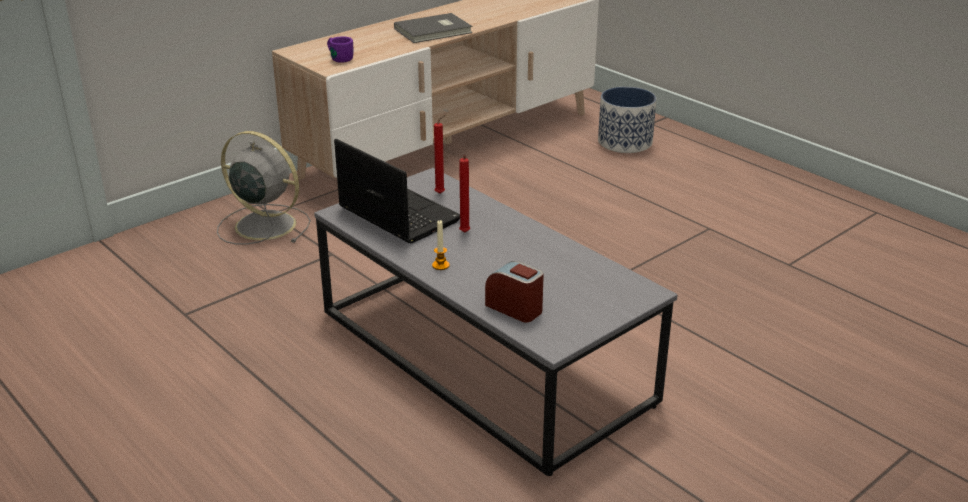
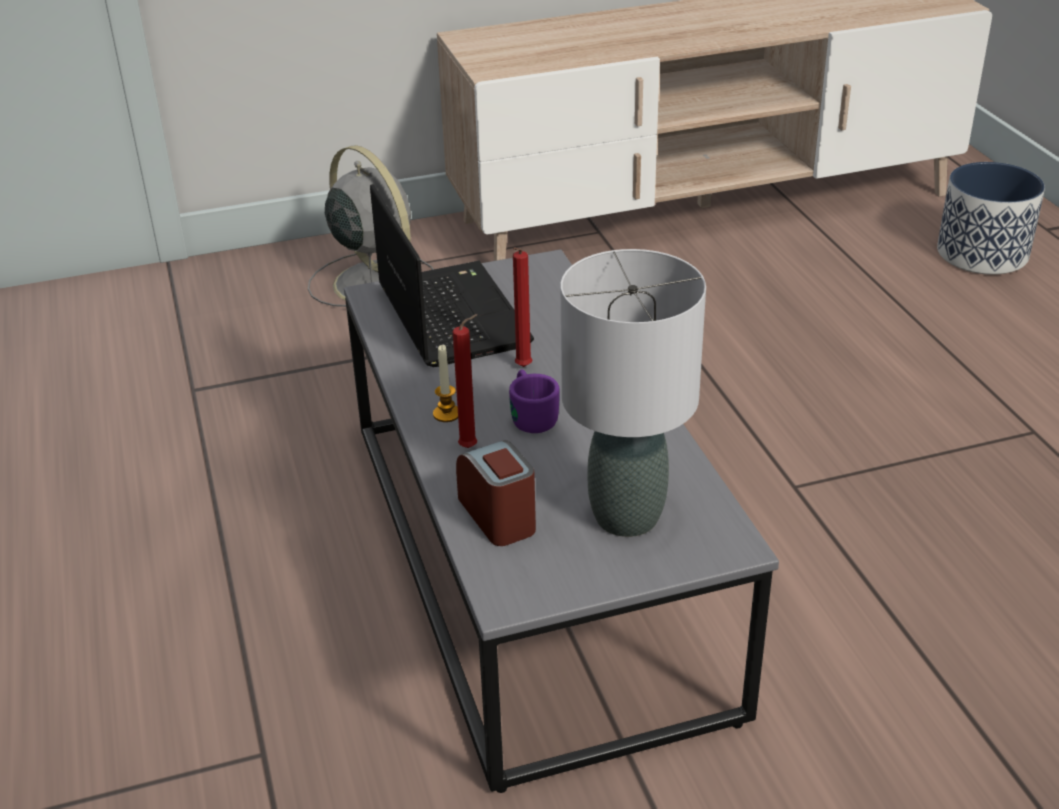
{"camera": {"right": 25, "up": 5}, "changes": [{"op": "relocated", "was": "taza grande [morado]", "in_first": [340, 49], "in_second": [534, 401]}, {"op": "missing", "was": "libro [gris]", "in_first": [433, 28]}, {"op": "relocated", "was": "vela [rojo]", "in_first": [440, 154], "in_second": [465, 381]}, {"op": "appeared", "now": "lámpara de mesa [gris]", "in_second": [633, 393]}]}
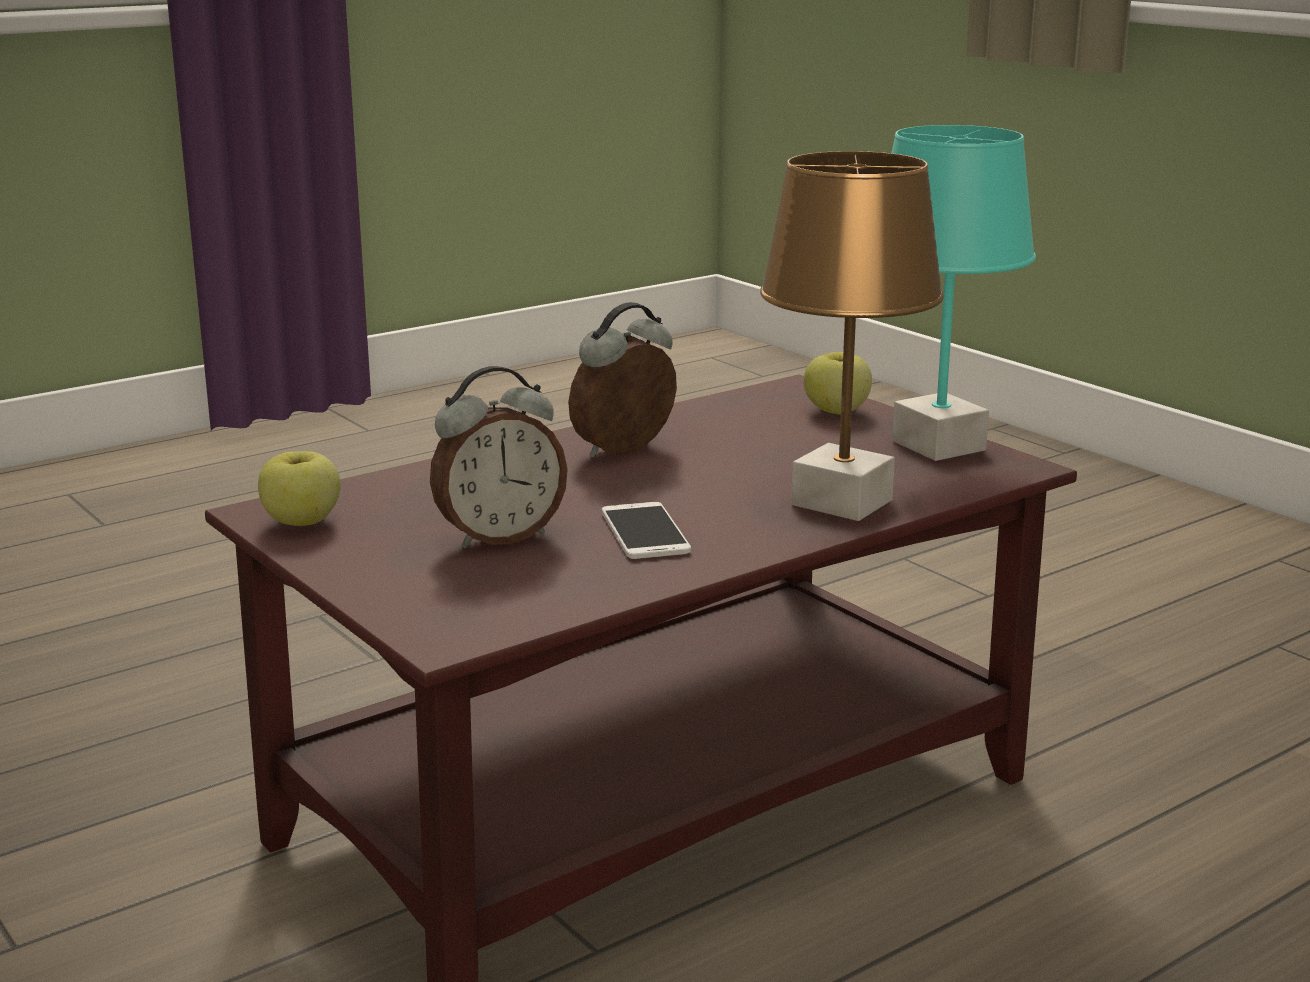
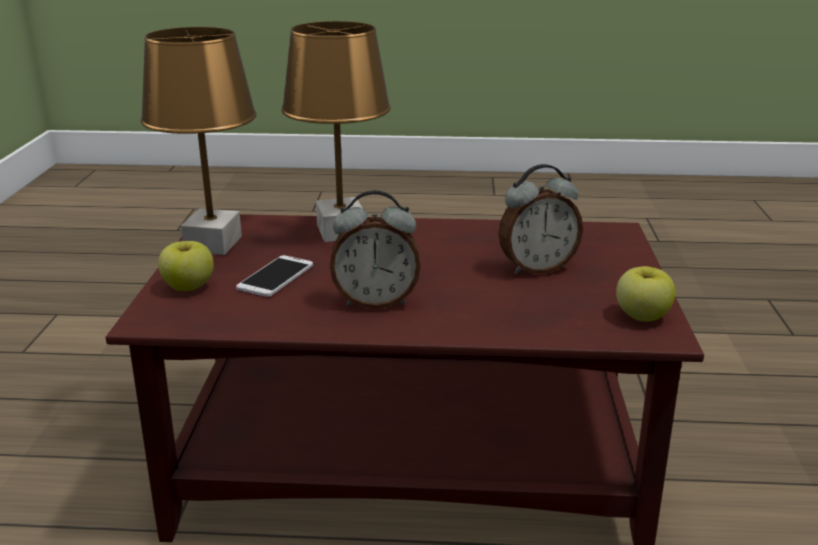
{"camera": {"right": -140, "up": 5}, "changes": [{"op": "spun", "was": "despertador", "in_first": [499, 457], "in_second": [540, 219], "clockwise": 150}, {"op": "relocated", "was": "móvil", "in_first": [646, 530], "in_second": [274, 276]}, {"op": "colour", "was": "lámpara de mesa [turquesa]", "now": "lámpara de mesa [marrón]", "in_first": [963, 293], "in_second": [198, 141]}]}
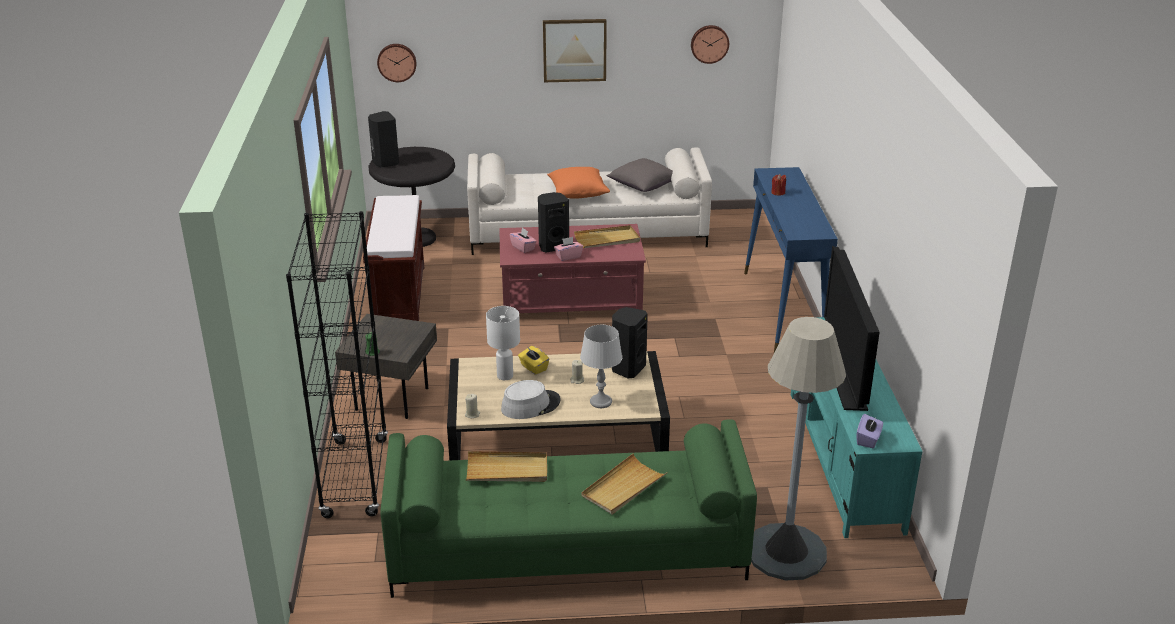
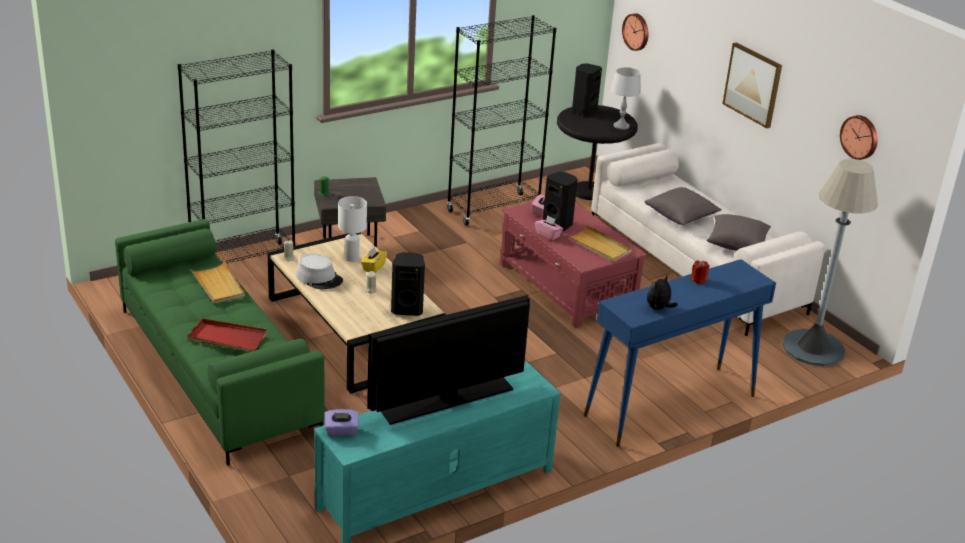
{"camera": {"right": 60, "up": 0}, "changes": [{"op": "exchanged", "was": "banco [marrón]", "now": "estantería [negro]", "in_first": [393, 258], "in_second": [501, 120]}, {"op": "colour", "was": "cojín [naranja]", "now": "cojín [gris]", "in_first": [578, 183], "in_second": [683, 206]}, {"op": "relocated", "was": "lámpara de mesa [gris]", "in_first": [601, 366], "in_second": [626, 98]}, {"op": "colour", "was": "bandeja [beis]", "now": "bandeja [rojo]", "in_first": [624, 484], "in_second": [227, 334]}, {"op": "relocated", "was": "lámpara de pie [gris]", "in_first": [798, 448], "in_second": [830, 263]}, {"op": "appeared", "now": "peluche", "in_second": [662, 292]}]}
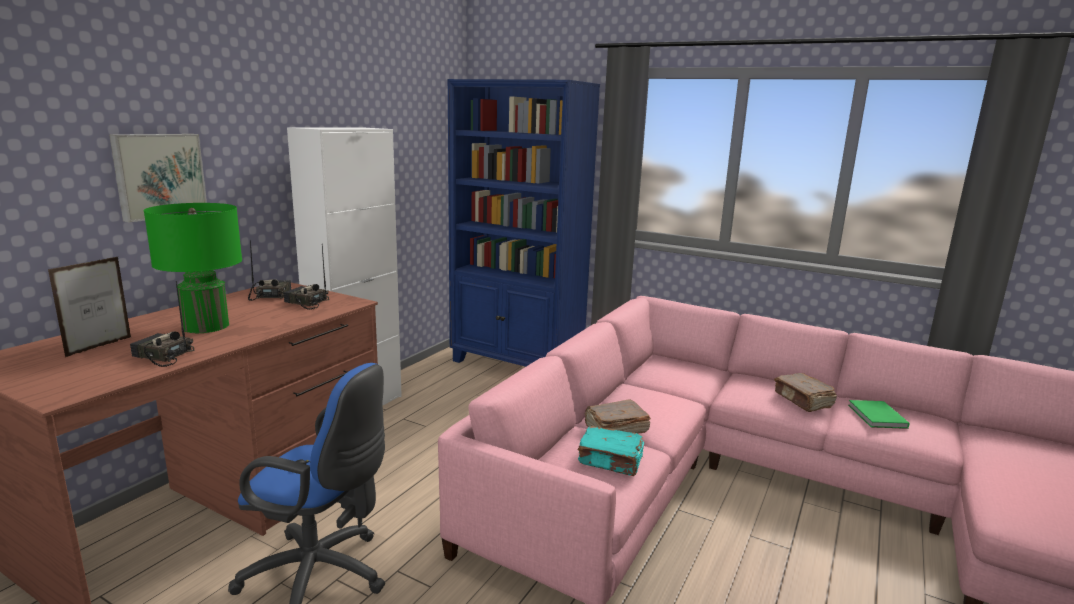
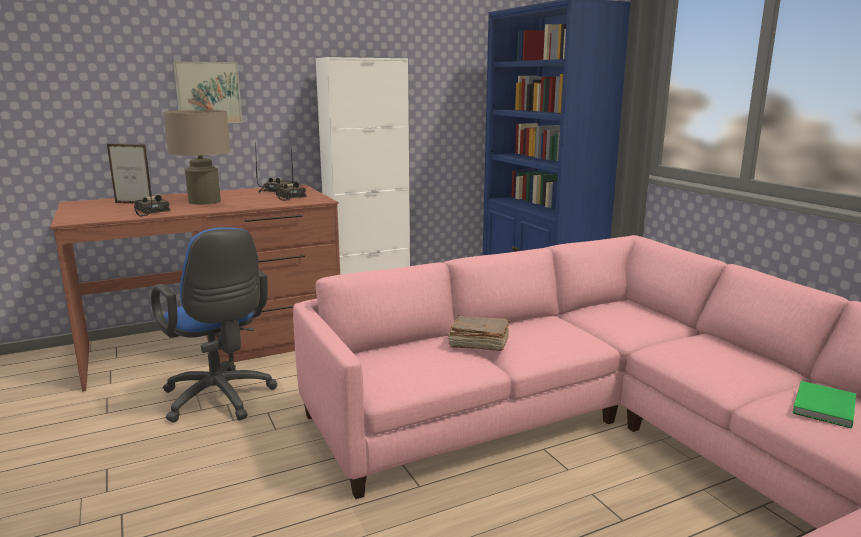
{"camera": {"right": 35, "up": 0}, "changes": [{"op": "spun", "was": "portarretratos", "in_first": [89, 307], "in_second": [129, 174], "clockwise": -135}, {"op": "colour", "was": "lámpara de mesa [verde]", "now": "lámpara de mesa [beis]", "in_first": [193, 268], "in_second": [196, 157]}, {"op": "missing", "was": "libro [turquesa]", "in_first": [611, 451]}, {"op": "missing", "was": "libro [marrón]", "in_first": [805, 392]}]}
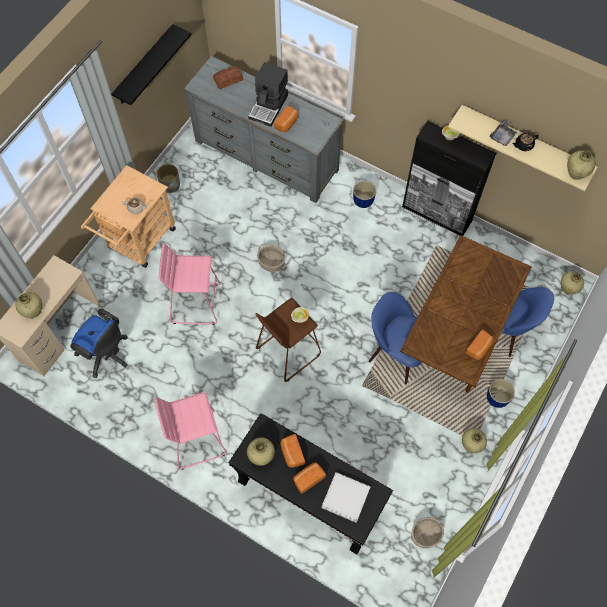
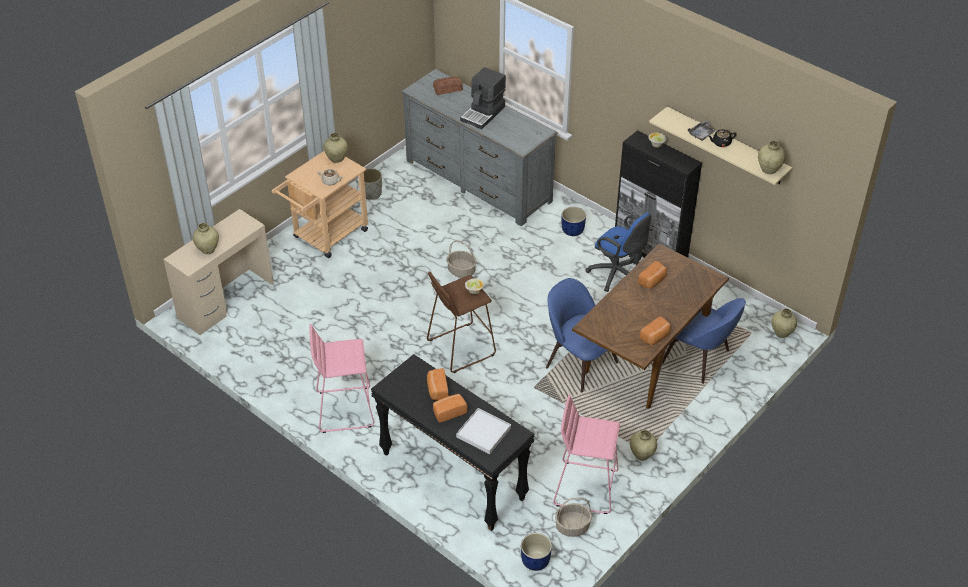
{"camera": {"right": 10, "up": -20}, "changes": [{"op": "relocated", "was": "silla de oficina [azul]", "in_first": [99, 343], "in_second": [619, 252]}, {"op": "missing", "was": "estante [negro]", "in_first": [151, 64]}, {"op": "relocated", "was": "taburete [rosa]", "in_first": [190, 284], "in_second": [586, 454]}, {"op": "relocated", "was": "florero [beis]", "in_first": [261, 451], "in_second": [336, 148]}, {"op": "relocated", "was": "pan", "in_first": [286, 119], "in_second": [652, 275]}, {"op": "relocated", "was": "maceta [azul]", "in_first": [501, 393], "in_second": [536, 552]}]}
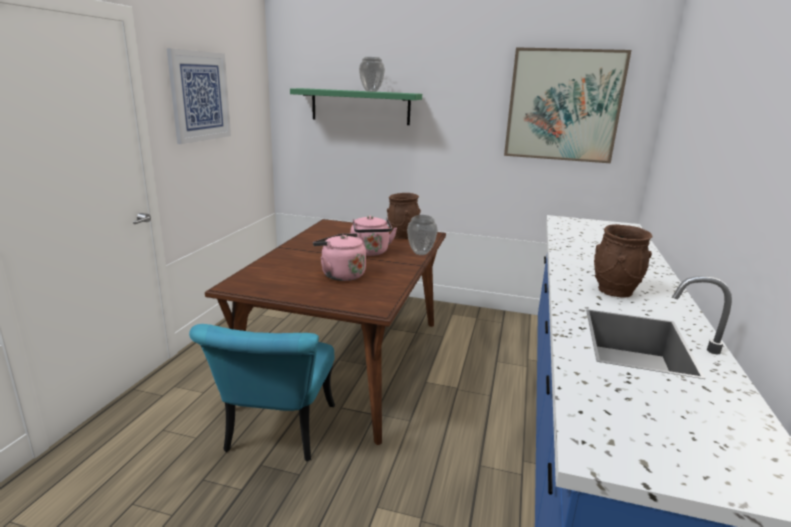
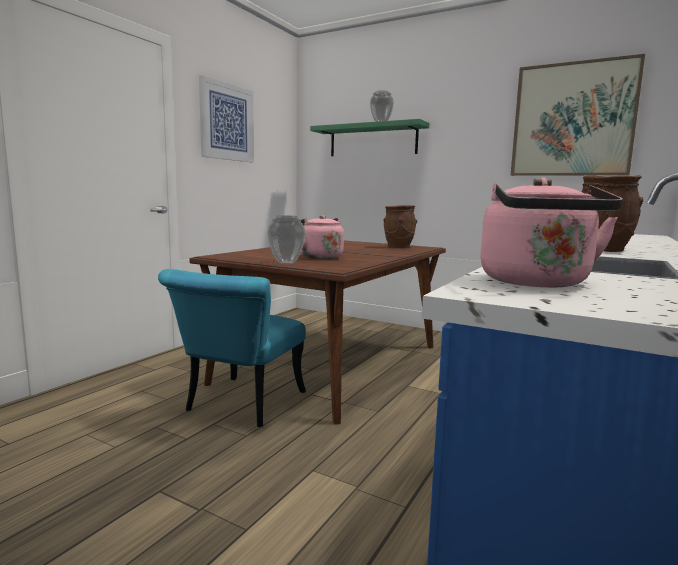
{"camera": {"right": 15, "up": -10}, "changes": [{"op": "relocated", "was": "hervidor [rosa]", "in_first": [374, 236], "in_second": [551, 232]}, {"op": "relocated", "was": "florero", "in_first": [422, 235], "in_second": [287, 239]}]}
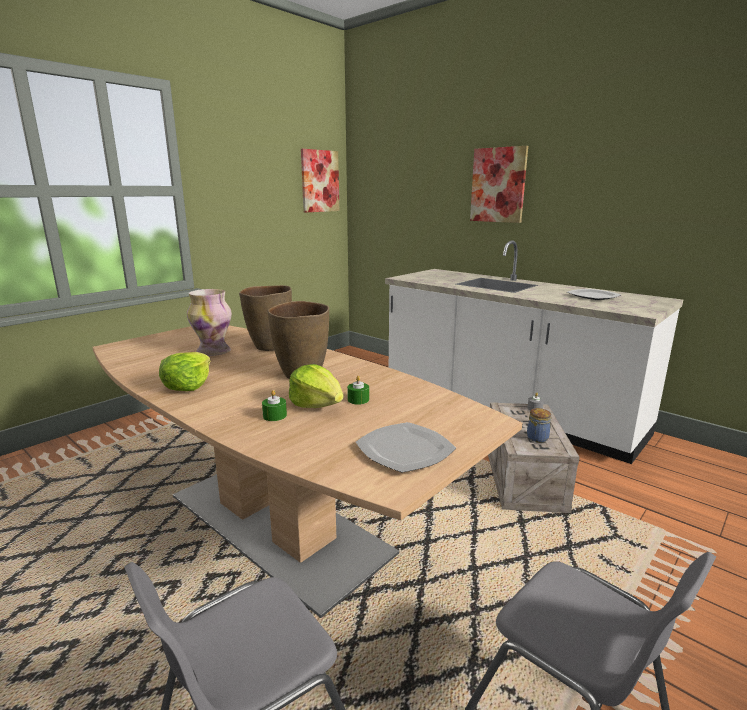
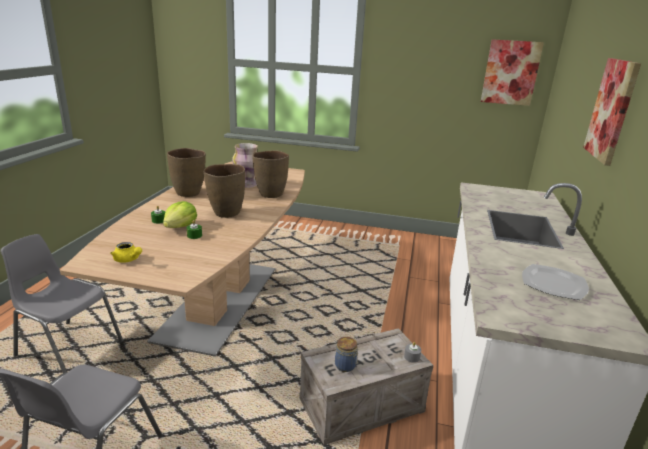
{"camera": {"right": 60, "up": 5}, "changes": [{"op": "exchanged", "was": "lechuga", "now": "florero [marrón]", "in_first": [184, 371], "in_second": [186, 172]}, {"op": "exchanged", "was": "plato", "now": "tetera [amarillo]", "in_first": [406, 447], "in_second": [126, 252]}]}
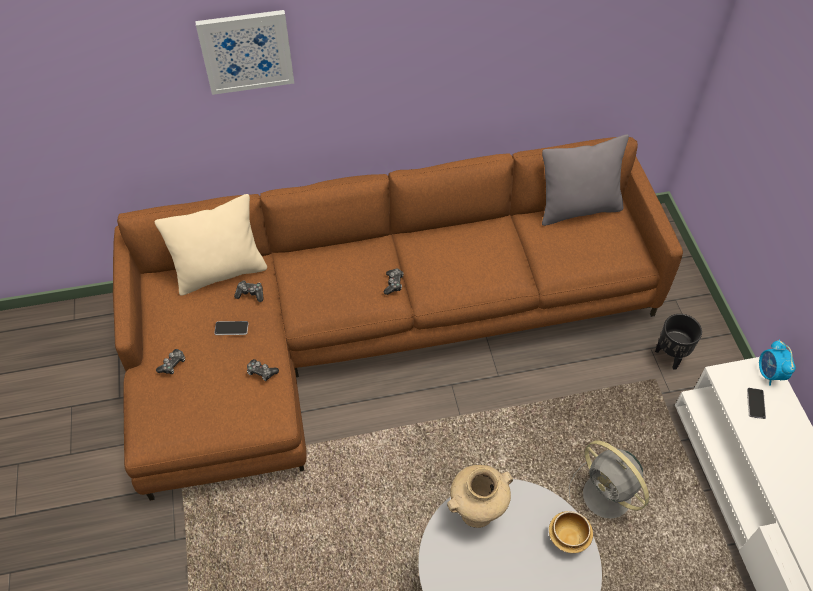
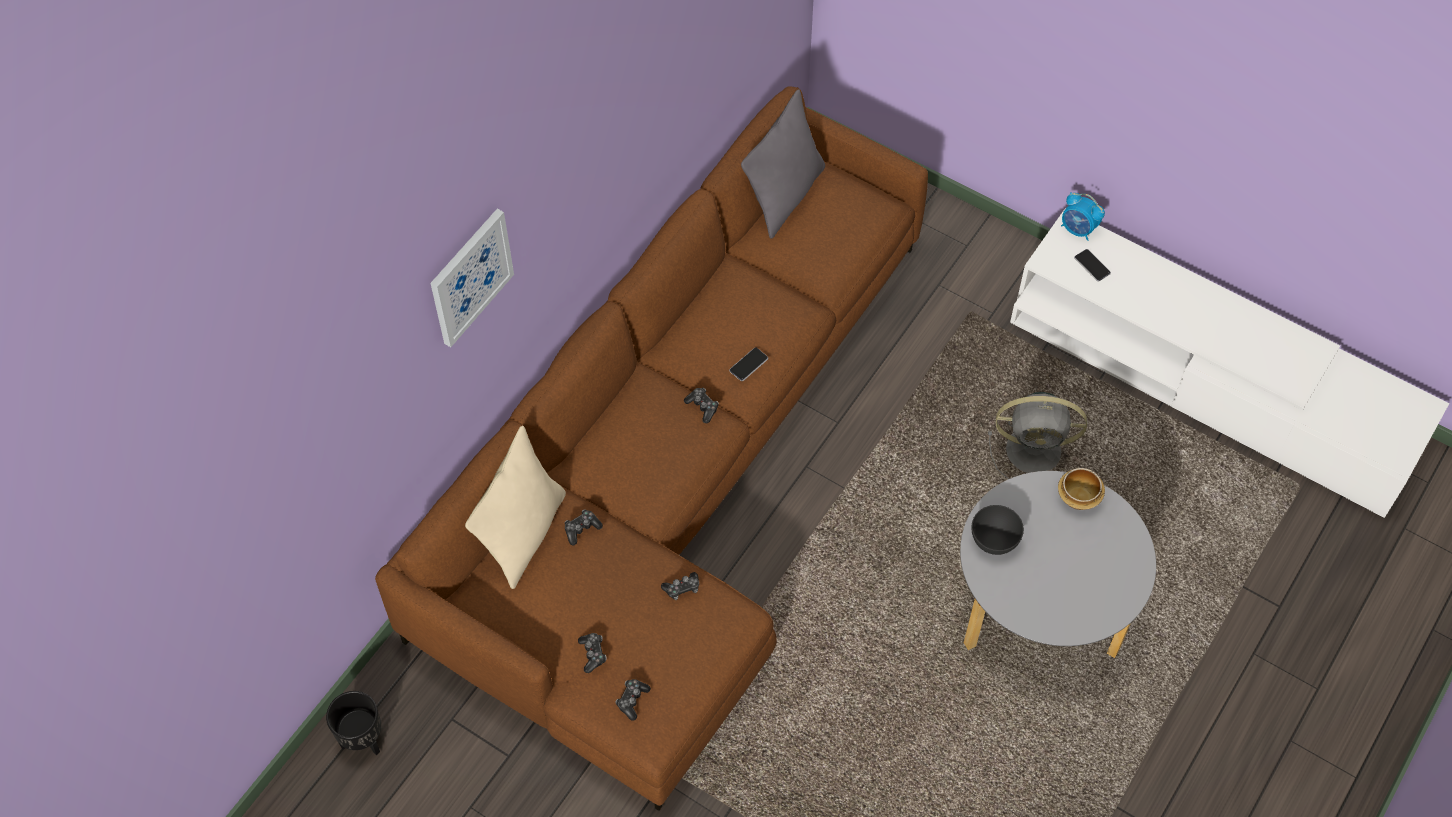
{"camera": {"right": -45, "up": 5}, "changes": [{"op": "relocated", "was": "móvil", "in_first": [231, 328], "in_second": [748, 364]}, {"op": "exchanged", "was": "florero [beis]", "now": "cuenco [gris]", "in_first": [480, 496], "in_second": [998, 530]}, {"op": "relocated", "was": "maceta [negro]", "in_first": [678, 342], "in_second": [353, 723]}, {"op": "appeared", "now": "mando de consola", "in_second": [633, 699]}]}
